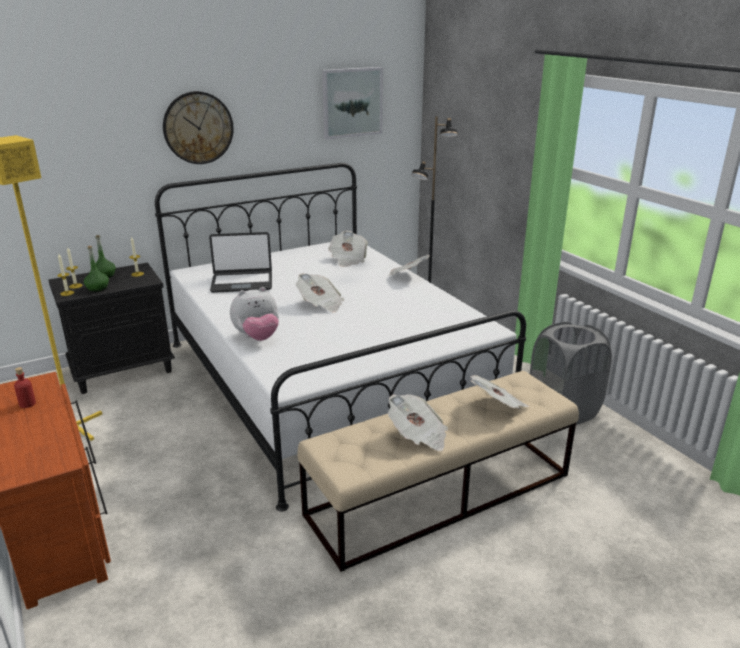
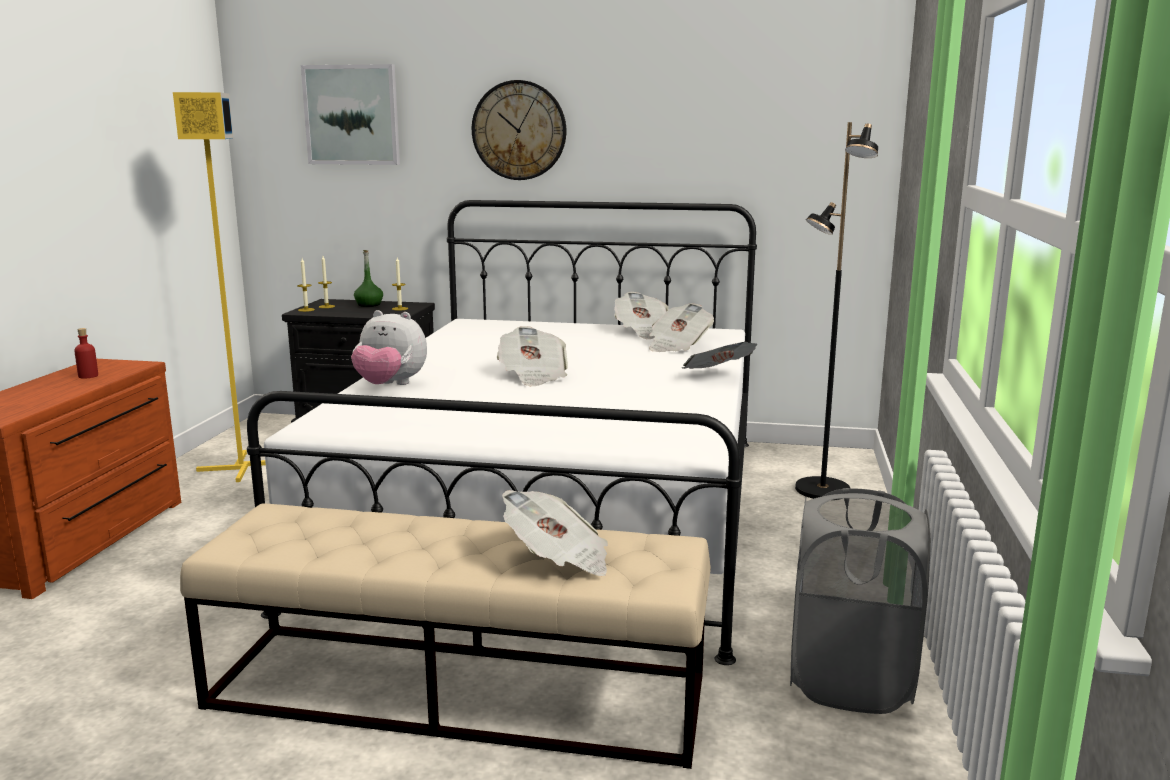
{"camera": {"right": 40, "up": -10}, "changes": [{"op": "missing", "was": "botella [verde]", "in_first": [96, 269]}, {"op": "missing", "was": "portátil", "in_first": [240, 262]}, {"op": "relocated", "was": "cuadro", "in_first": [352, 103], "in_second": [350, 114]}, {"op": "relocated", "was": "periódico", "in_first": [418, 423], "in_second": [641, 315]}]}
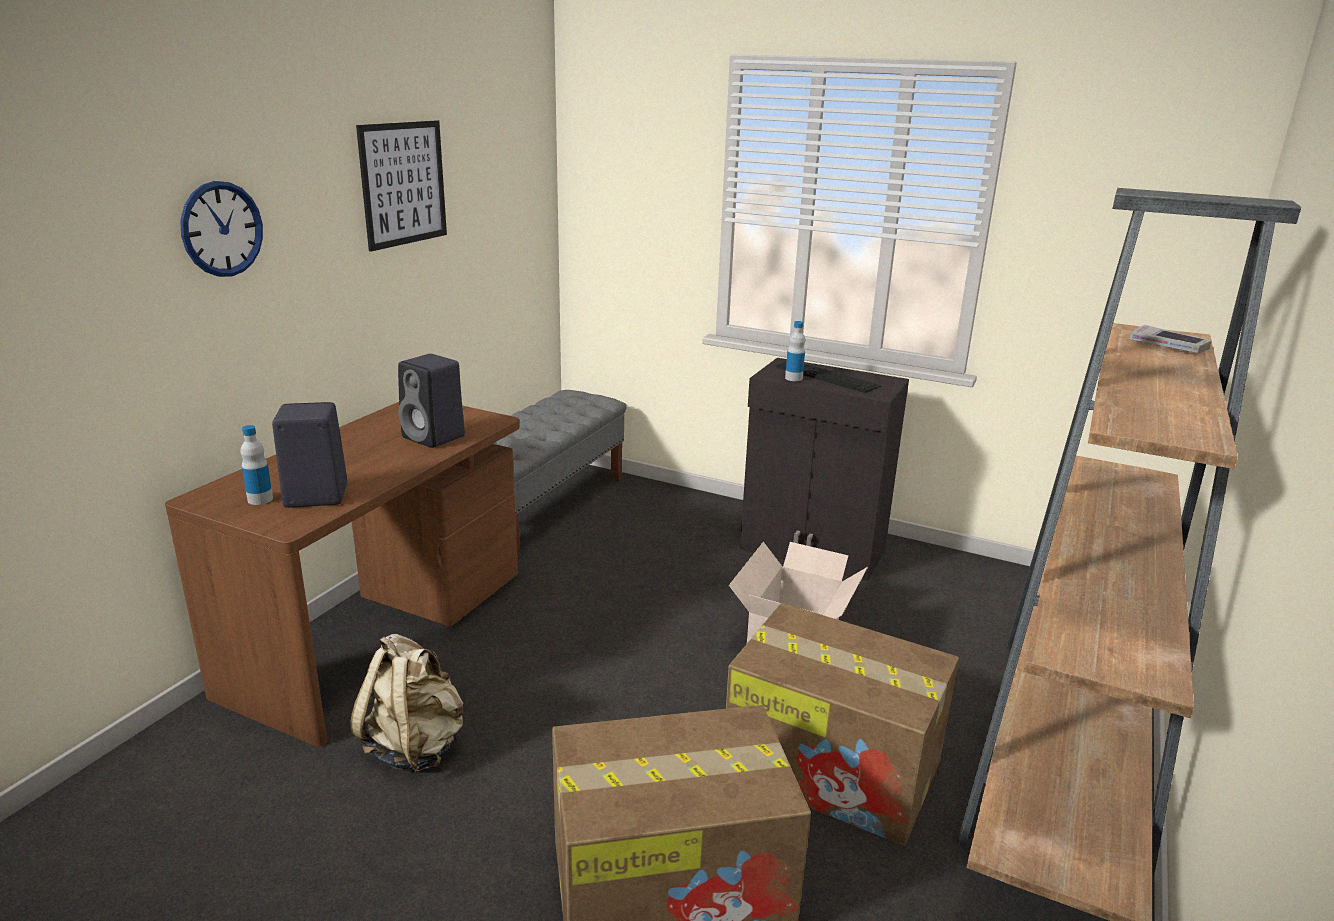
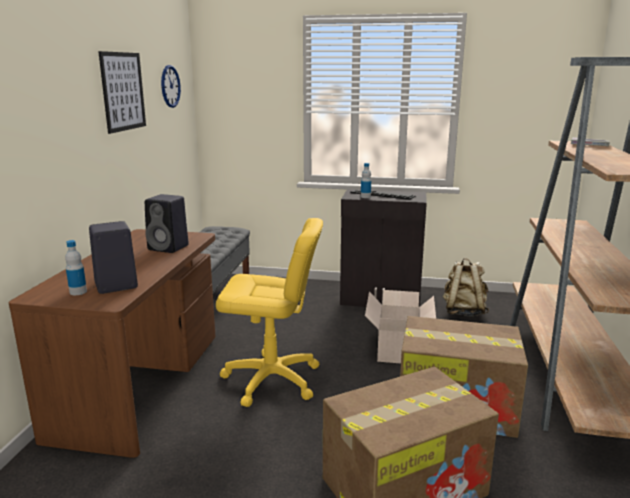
{"camera": {"right": -15, "up": -5}, "changes": [{"op": "relocated", "was": "reloj de pared", "in_first": [221, 229], "in_second": [171, 86]}, {"op": "relocated", "was": "mochila [beis]", "in_first": [407, 703], "in_second": [466, 287]}, {"op": "appeared", "now": "silla de oficina [amarillo]", "in_second": [269, 312]}]}
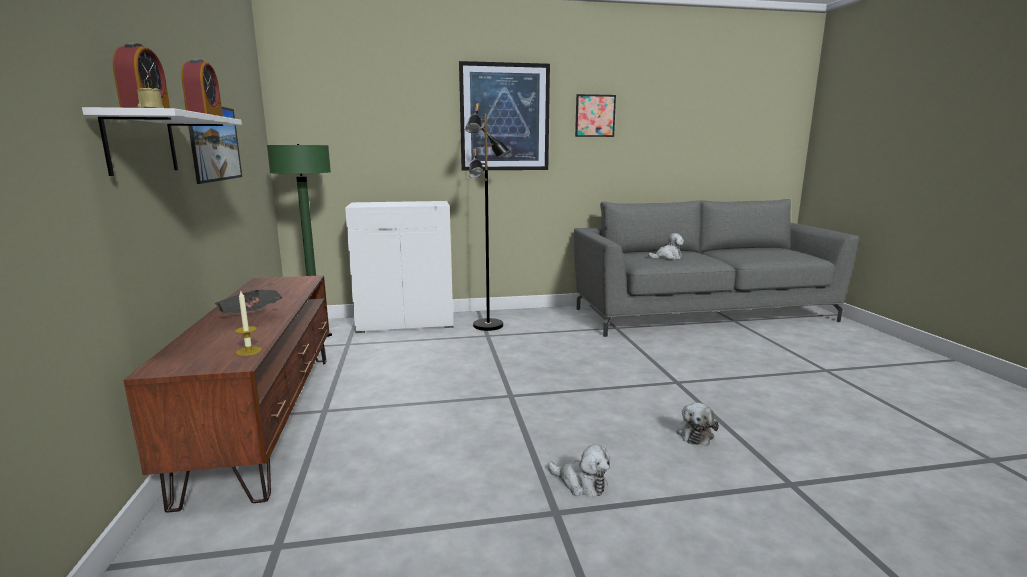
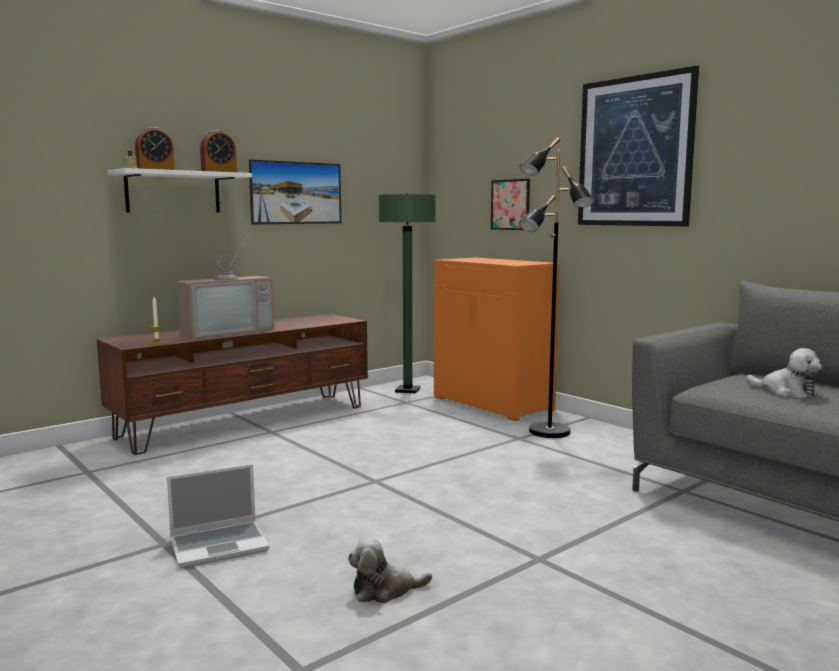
{"camera": {"right": 60, "up": -5}, "changes": [{"op": "exchanged", "was": "periódico", "now": "televisor", "in_first": [248, 301], "in_second": [226, 286]}, {"op": "colour", "was": "armario [blanco]", "now": "armario [naranja]", "in_first": [399, 267], "in_second": [497, 339]}, {"op": "exchanged", "was": "peluche", "now": "portátil", "in_first": [579, 470], "in_second": [218, 516]}, {"op": "relocated", "was": "cuadro", "in_first": [595, 115], "in_second": [510, 204]}]}
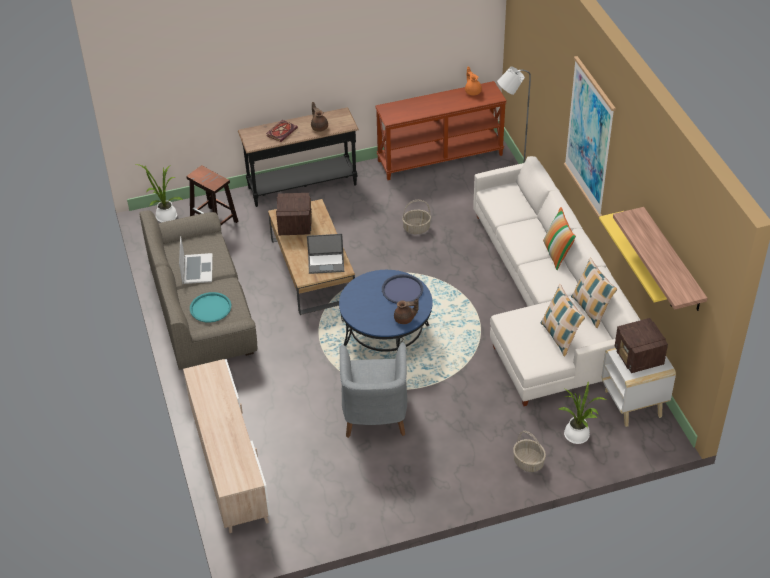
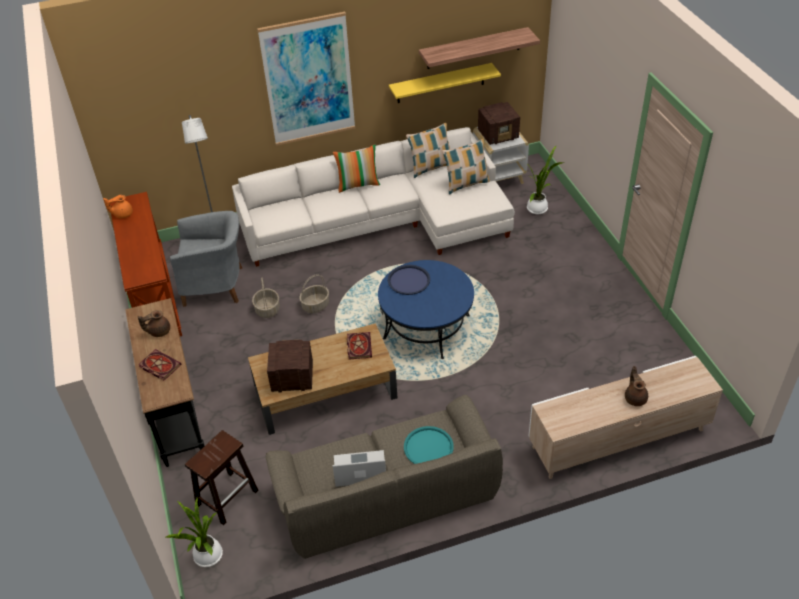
{"camera": {"right": -90, "up": 0}, "changes": [{"op": "exchanged", "was": "portátil", "now": "libro", "in_first": [325, 254], "in_second": [359, 346]}, {"op": "relocated", "was": "sillón [gris]", "in_first": [373, 390], "in_second": [206, 259]}, {"op": "relocated", "was": "tetera [marrón]", "in_first": [406, 311], "in_second": [636, 386]}, {"op": "relocated", "was": "cesta", "in_first": [529, 451], "in_second": [314, 293]}]}
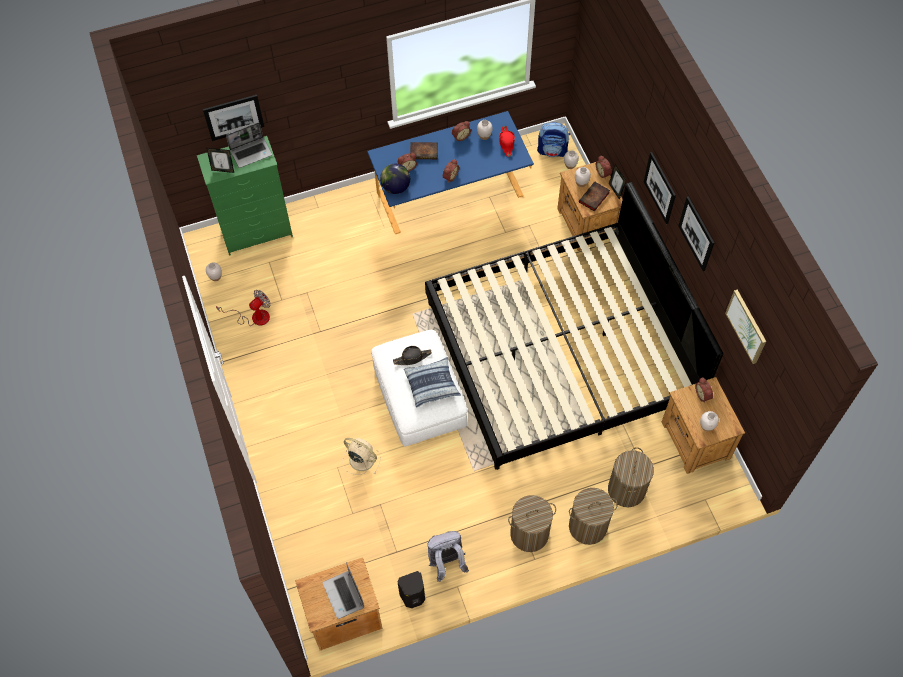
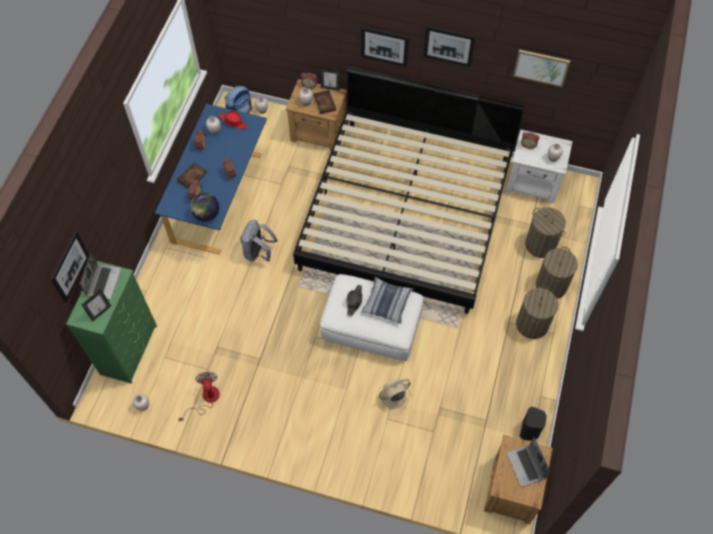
{"camera": {"right": -55, "up": 0}, "changes": [{"op": "spun", "was": "portátil", "in_first": [343, 591], "in_second": [528, 462], "clockwise": 60}, {"op": "relocated", "was": "mochila [gris]", "in_first": [448, 556], "in_second": [259, 241]}, {"op": "colour", "was": "mesita de noche [marrón]", "now": "mesita de noche [blanco]", "in_first": [703, 425], "in_second": [539, 166]}]}
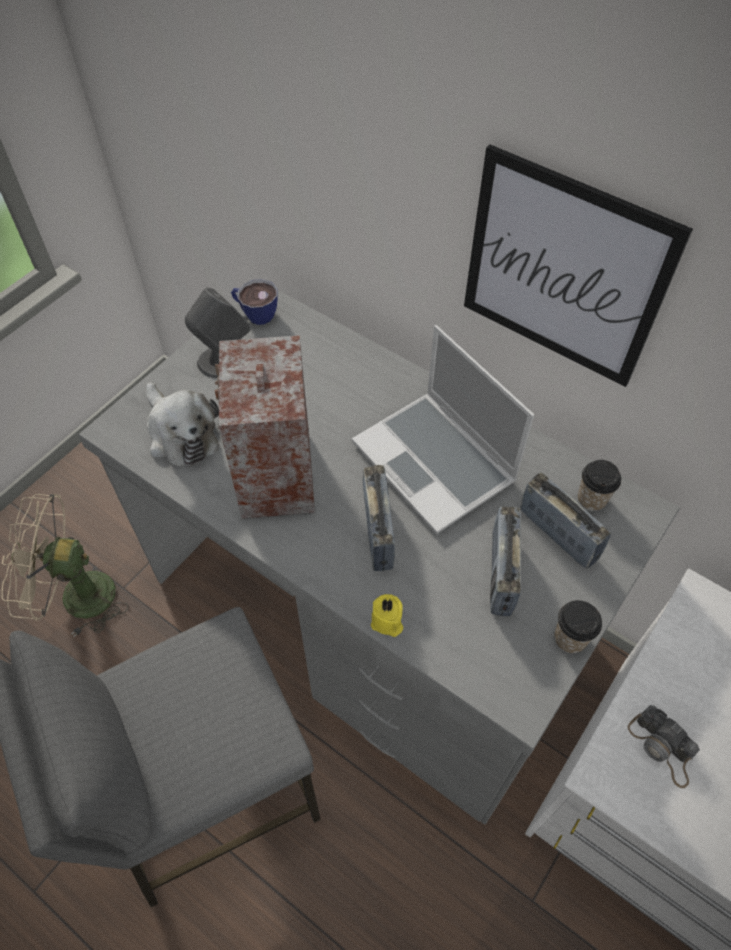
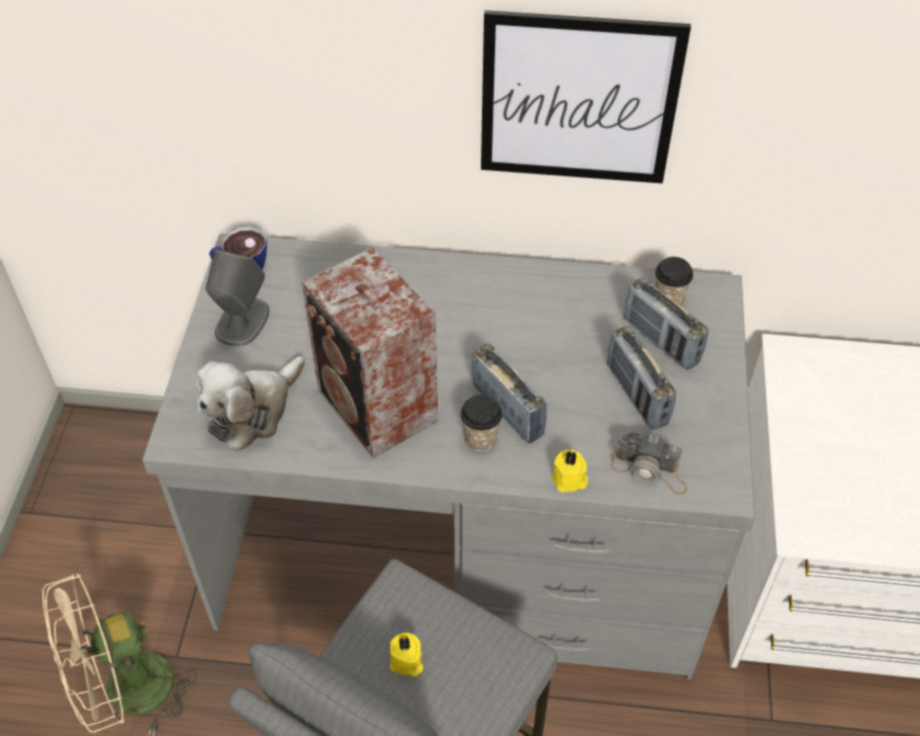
{"camera": {"right": -30, "up": -5}, "changes": [{"op": "spun", "was": "peluche", "in_first": [183, 425], "in_second": [250, 403], "clockwise": 105}, {"op": "missing", "was": "portátil", "in_first": [443, 429]}, {"op": "spun", "was": "radio", "in_first": [566, 521], "in_second": [666, 324], "clockwise": -150}, {"op": "relocated", "was": "taza", "in_first": [578, 626], "in_second": [481, 423]}, {"op": "relocated", "was": "cámara", "in_first": [664, 746], "in_second": [649, 463]}, {"op": "appeared", "now": "vela [amarillo]", "in_second": [406, 655]}]}
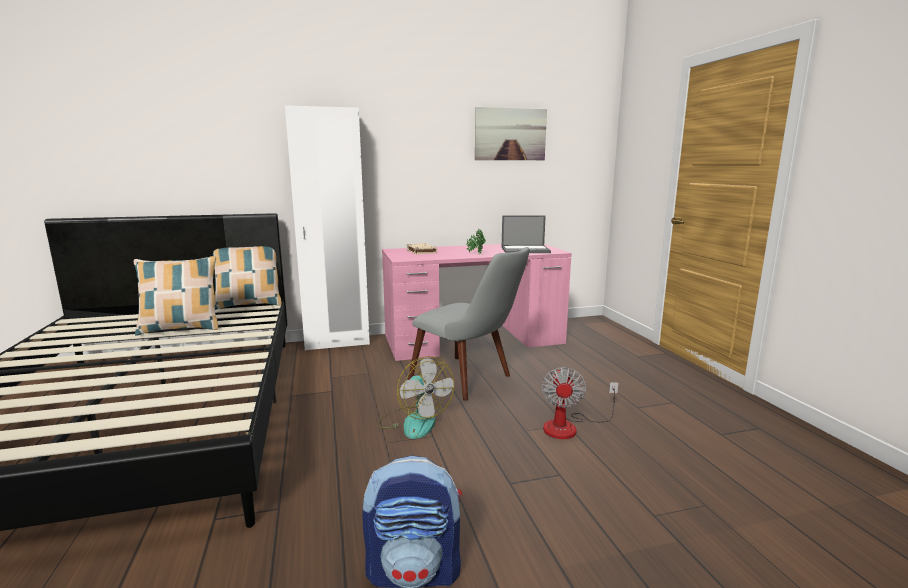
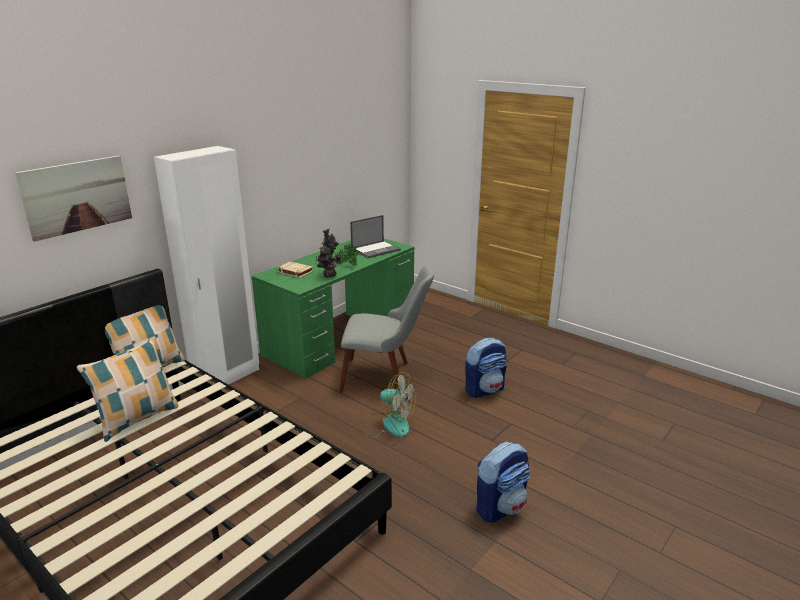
{"camera": {"right": -35, "up": 10}, "changes": [{"op": "colour", "was": "escritorio [rosa]", "now": "escritorio [verde]", "in_first": [477, 302], "in_second": [333, 308]}, {"op": "relocated", "was": "cuadro", "in_first": [511, 133], "in_second": [73, 198]}, {"op": "exchanged", "was": "ventilador", "now": "mochila", "in_first": [580, 403], "in_second": [486, 368]}, {"op": "appeared", "now": "planta en maceta", "in_second": [328, 253]}]}
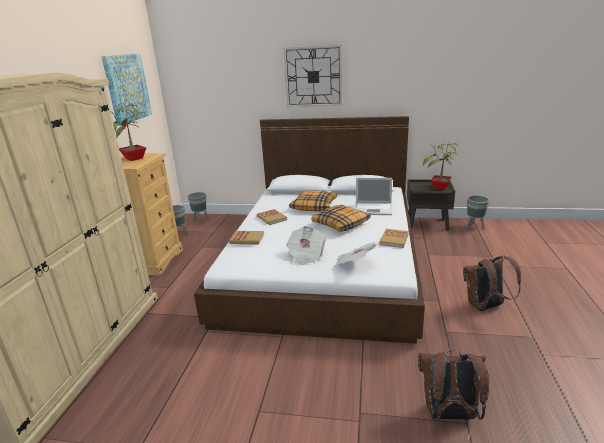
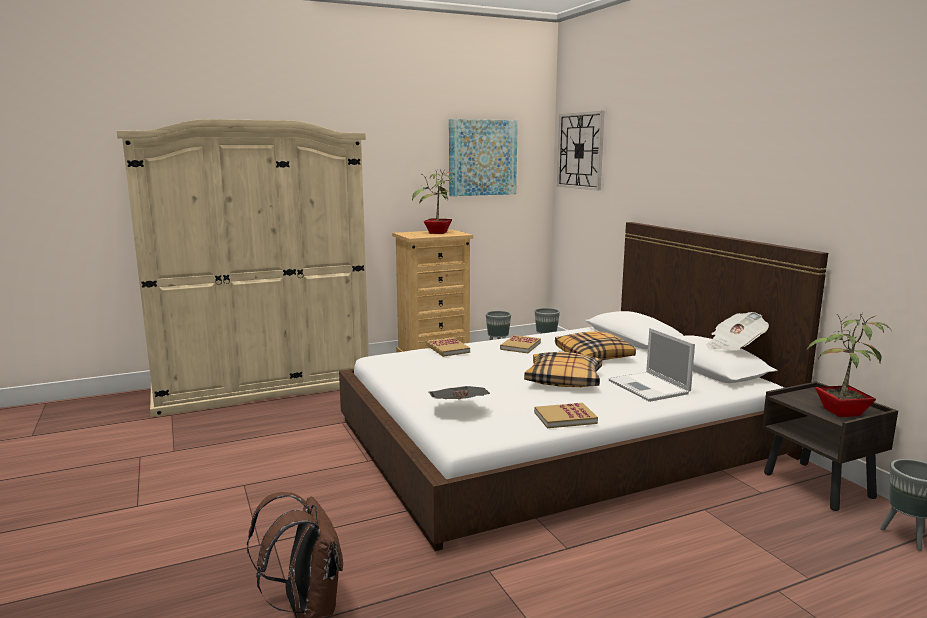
{"camera": {"right": 55, "up": -10}, "changes": [{"op": "relocated", "was": "reloj de pared", "in_first": [312, 76], "in_second": [580, 151]}, {"op": "relocated", "was": "periódico", "in_first": [306, 246], "in_second": [737, 331]}, {"op": "missing", "was": "mochila [marrón]", "in_first": [492, 283]}]}
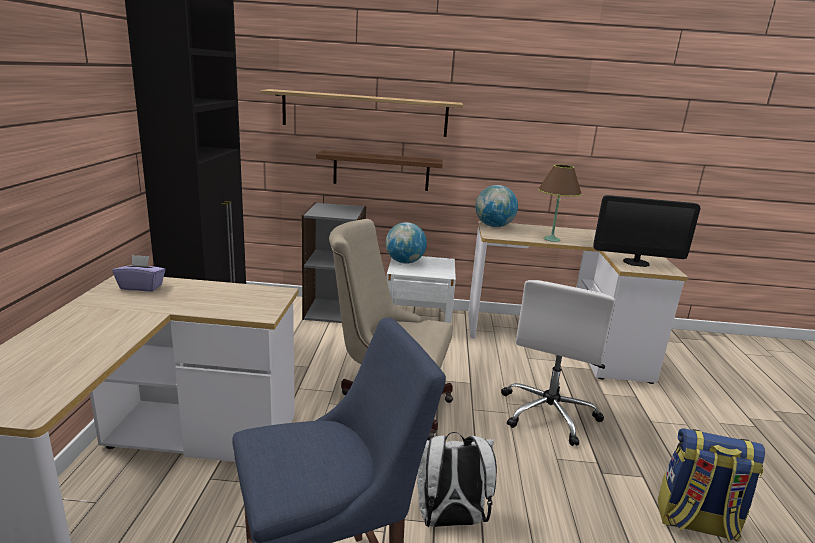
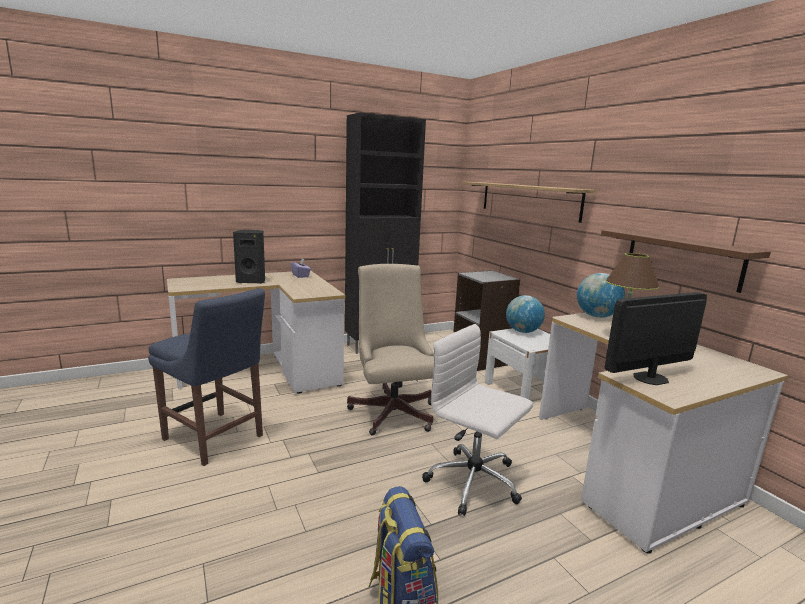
{"camera": {"right": 60, "up": -5}, "changes": [{"op": "relocated", "was": "estante [marrón]", "in_first": [379, 170], "in_second": [686, 261]}, {"op": "missing", "was": "mochila [blanco]", "in_first": [457, 479]}, {"op": "spun", "was": "silla de oficina [blanco]", "in_first": [558, 363], "in_second": [477, 420], "clockwise": 45}, {"op": "spun", "was": "monitor", "in_first": [646, 231], "in_second": [656, 338], "clockwise": 90}, {"op": "appeared", "now": "altavoz [negro]", "in_second": [249, 257]}]}
